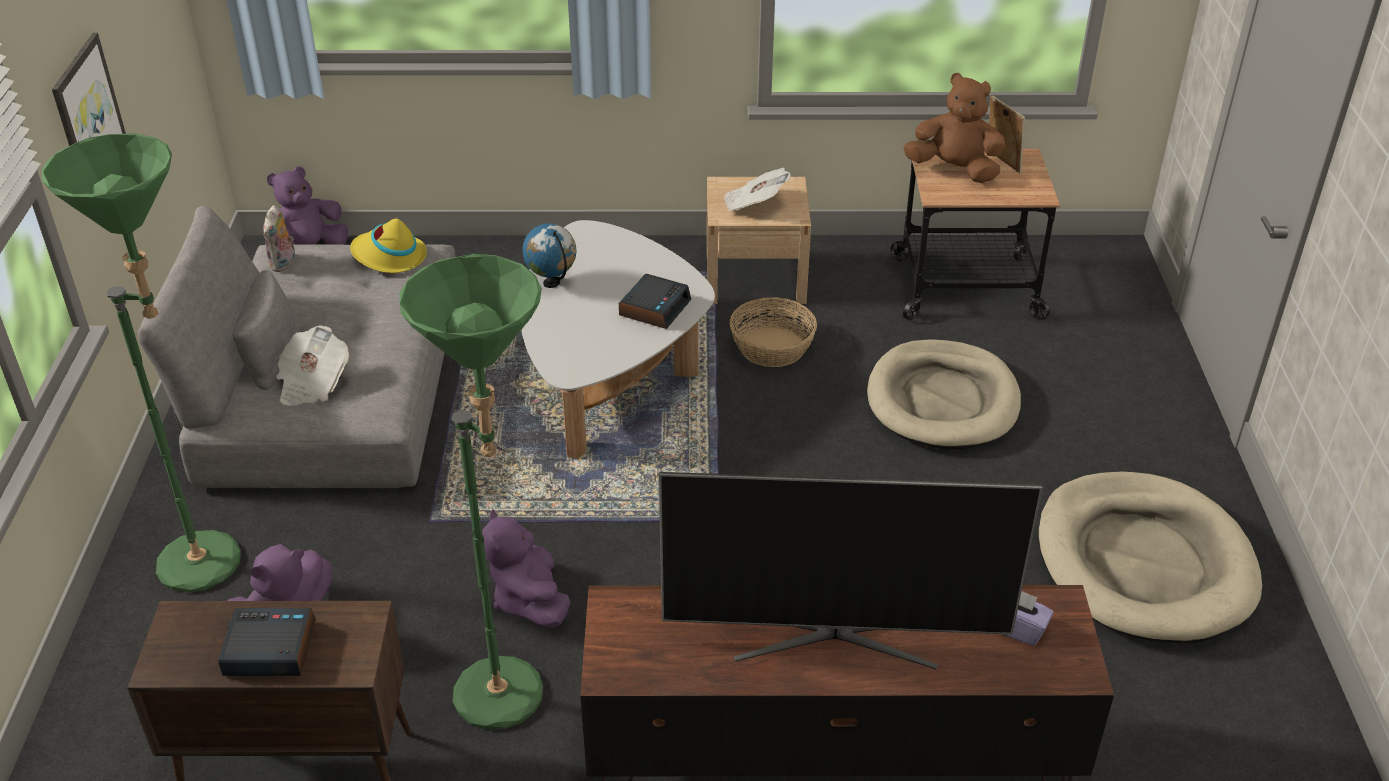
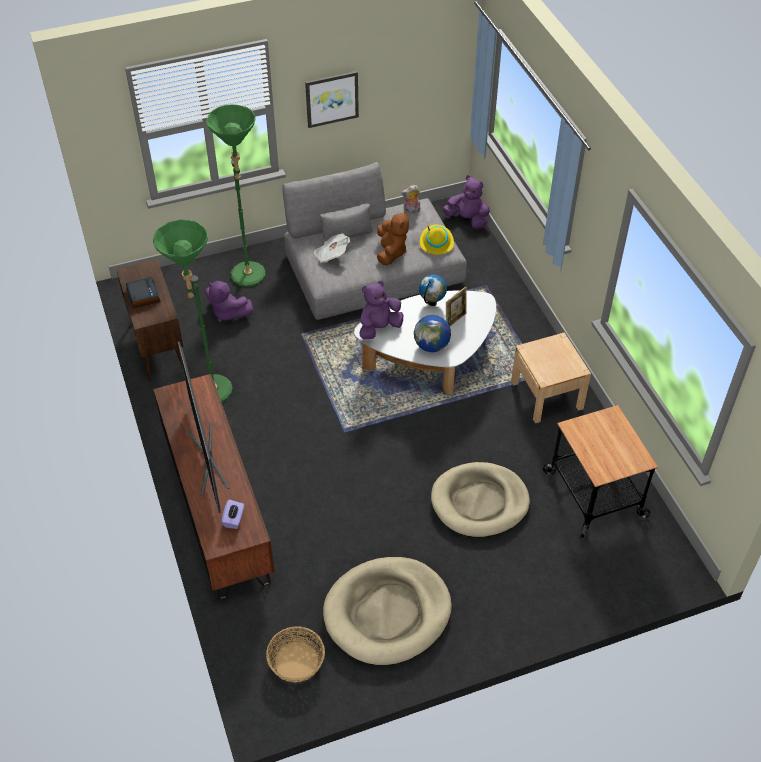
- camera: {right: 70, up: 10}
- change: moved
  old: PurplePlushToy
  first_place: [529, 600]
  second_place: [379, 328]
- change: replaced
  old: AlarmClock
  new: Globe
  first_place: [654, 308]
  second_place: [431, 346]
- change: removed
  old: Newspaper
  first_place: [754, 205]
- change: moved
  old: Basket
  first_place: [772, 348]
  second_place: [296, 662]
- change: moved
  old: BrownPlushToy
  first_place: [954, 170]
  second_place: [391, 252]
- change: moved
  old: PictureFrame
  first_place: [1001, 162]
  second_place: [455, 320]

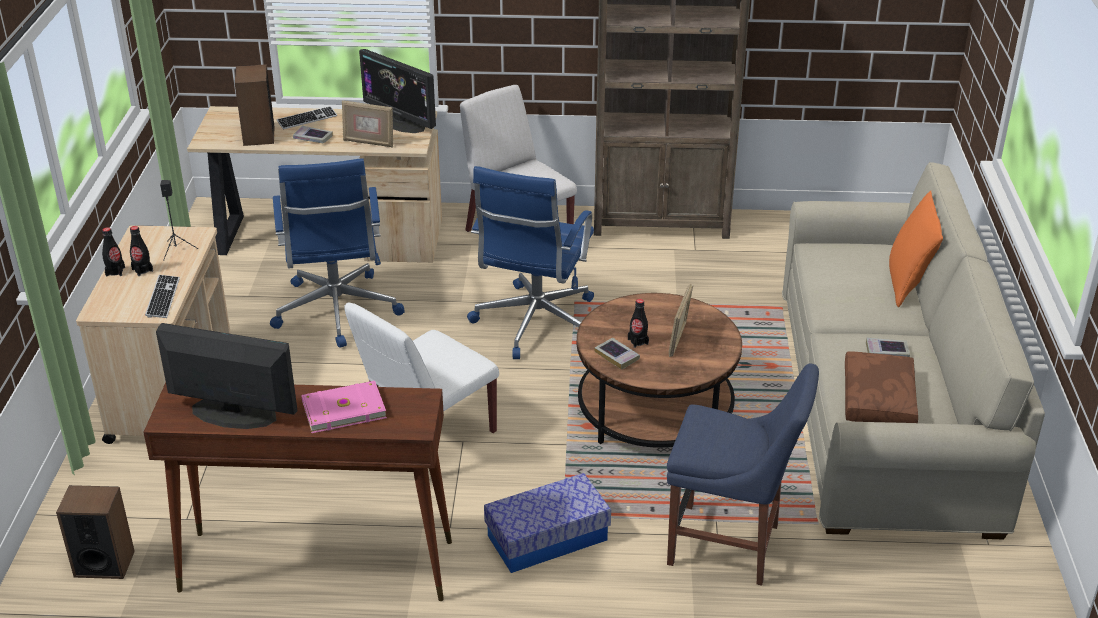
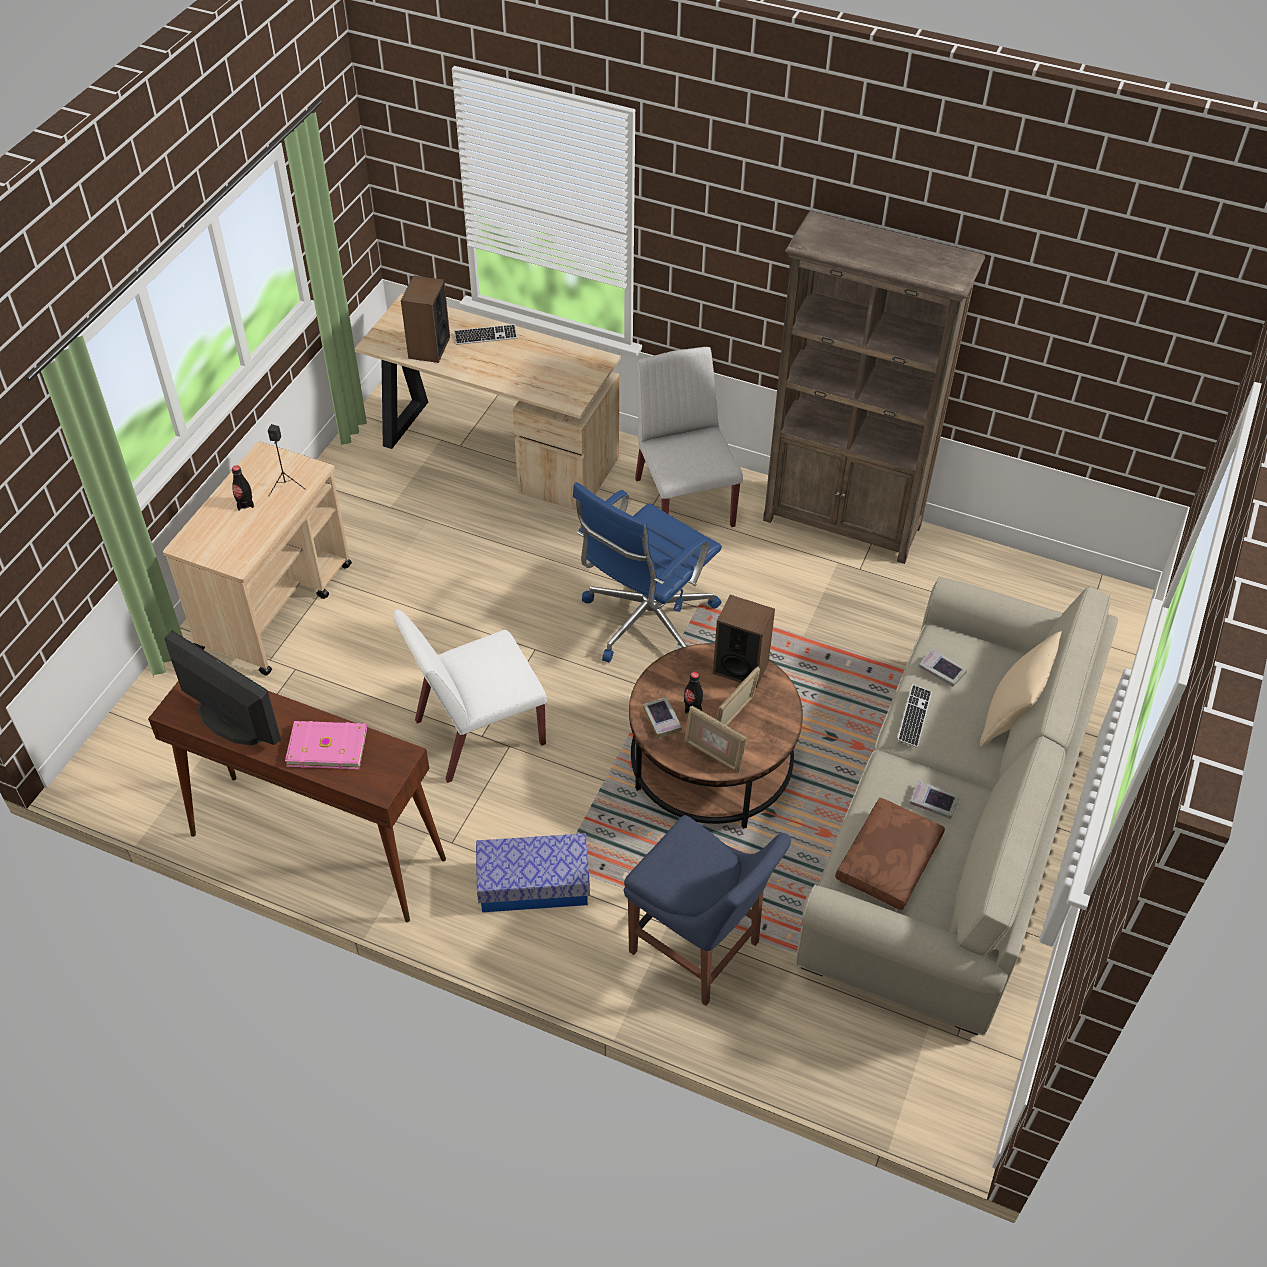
- camera: {right: 20, up: 15}
- change: moved
  old: Speaker
  first_place: [104, 563]
  second_place: [740, 667]
- change: removed
  old: BlackBottle
  first_place: [115, 271]
- change: moved
  old: Keyboard
  first_place: [163, 298]
  second_place: [914, 717]
- change: removed
  old: BlueOfficeChair
  first_place: [336, 312]
- change: moved
  old: Book
  first_place: [313, 138]
  second_place: [941, 670]
- change: moved
  old: PictureFrame
  first_place: [369, 142]
  second_place: [713, 755]
- change: removed
  old: Monitor
  first_place: [400, 122]
- change: recoloured
  old: OrangePillow
  new: BeigePillow
  first_place: [908, 284]
  second_place: [1011, 718]

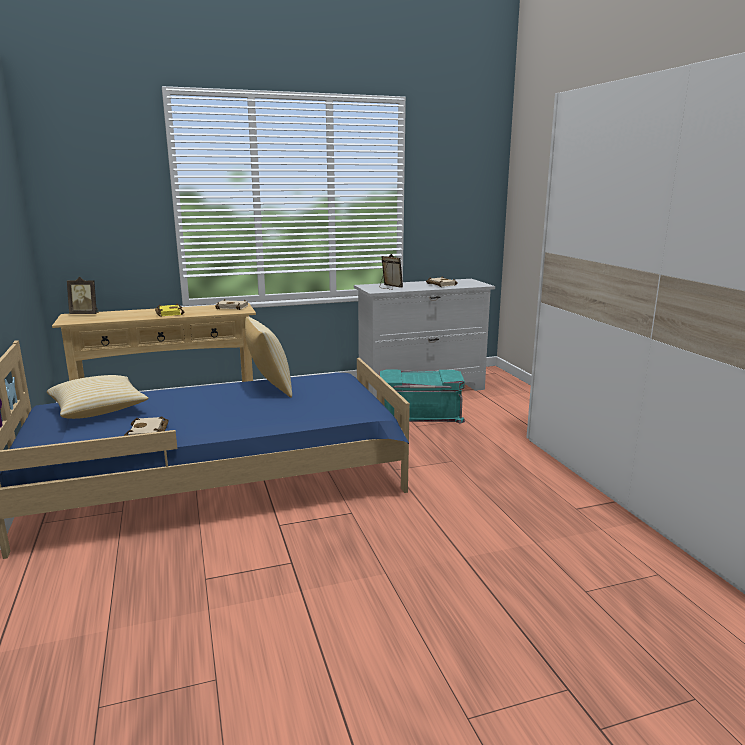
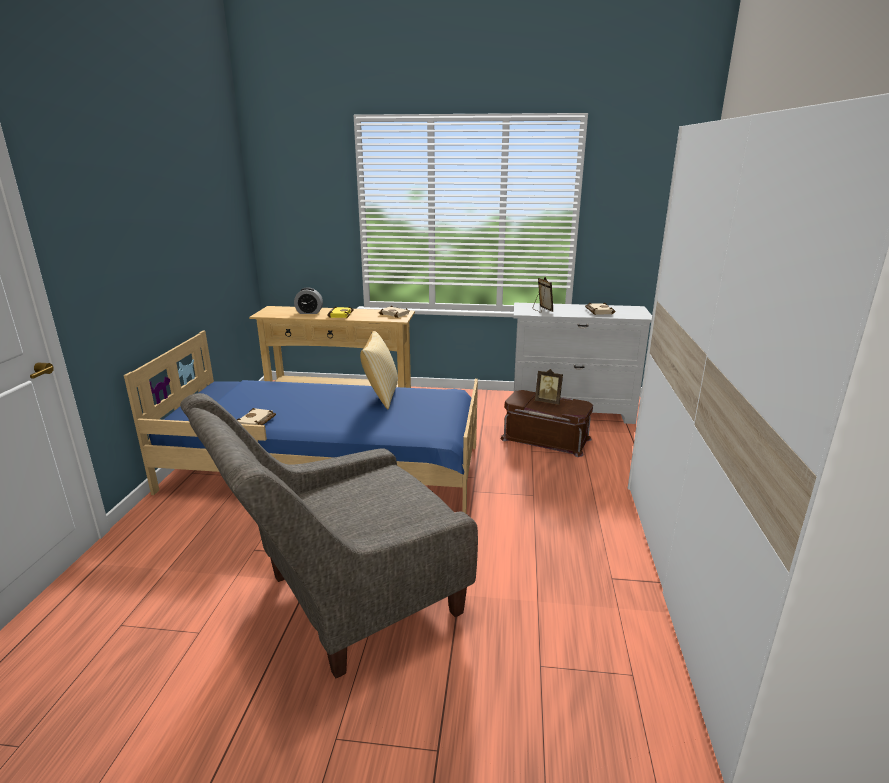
- camera: {right: 25, up: 5}
- change: removed
  old: Pillow
  first_place: [99, 410]
- change: moved
  old: PictureFrame
  first_place: [85, 314]
  second_place: [548, 402]
- change: recoloured
  old: TurquoiseStorageBox
  new: BrownStorageBox
  first_place: [420, 413]
  second_place: [546, 438]
- change: added
  new: GreyArmchair
  second_place: [343, 603]
- change: added
  new: AlarmClock
  second_place: [309, 312]

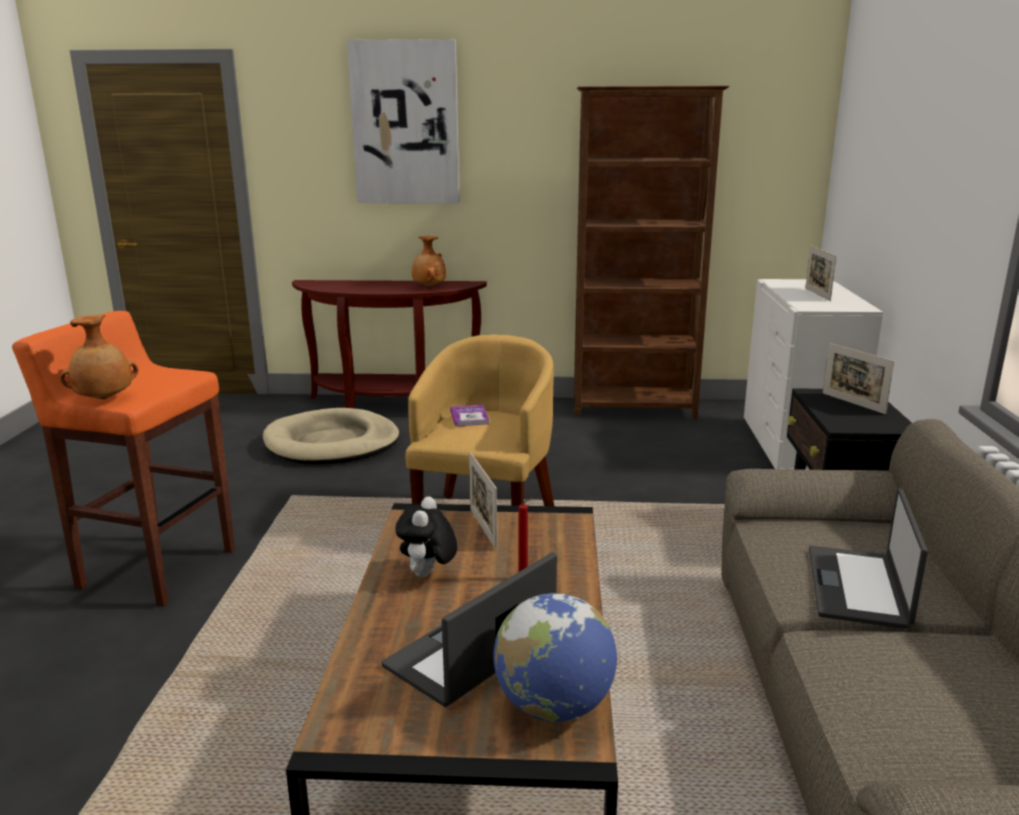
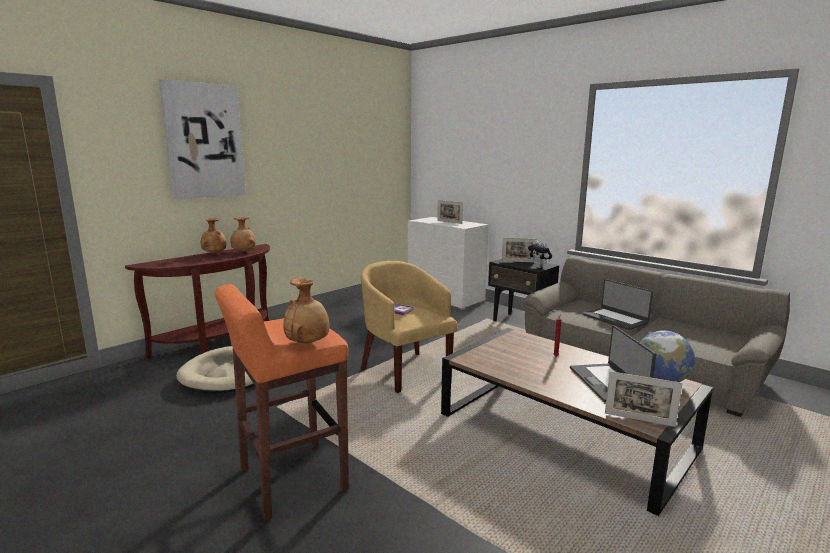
- camera: {right: -50, up: -5}
- change: moved
  old: PlushToy
  first_place: [428, 575]
  second_place: [539, 267]
- change: moved
  old: PictureFrame
  first_place: [483, 528]
  second_place: [639, 419]
- change: removed
  old: BrownBookcase
  first_place: [635, 409]
- change: added
  new: BrownVase
  second_place: [214, 253]

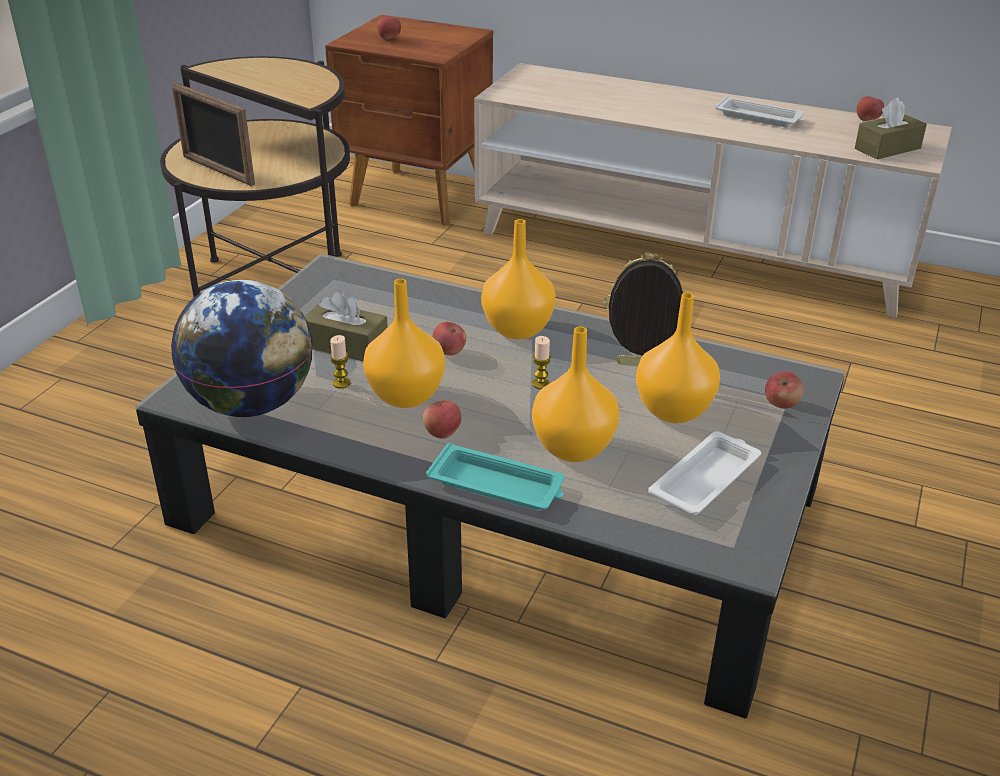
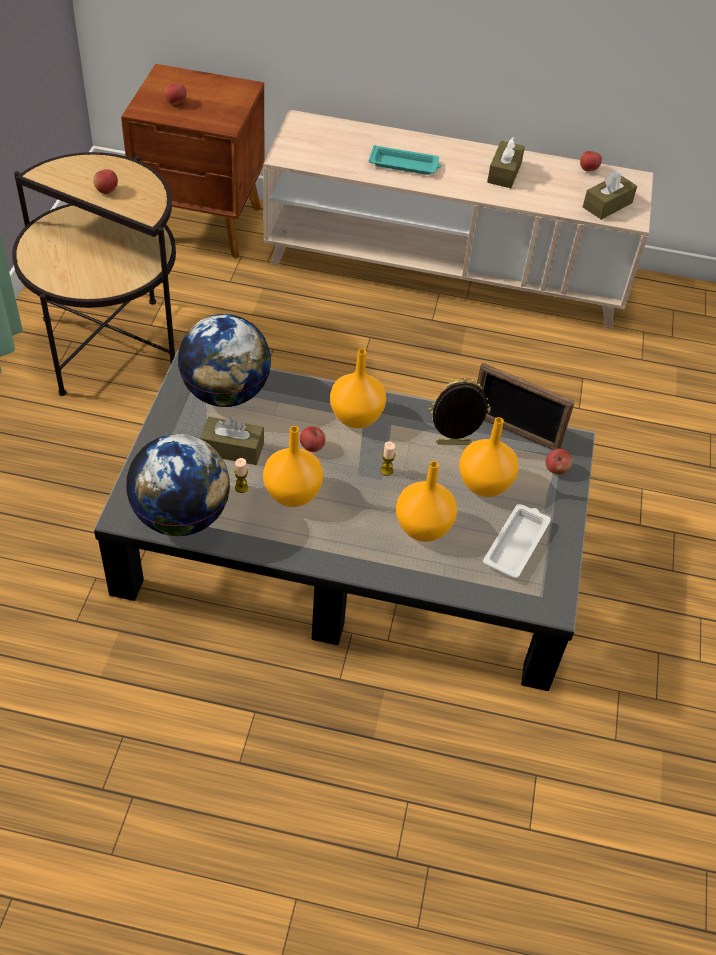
- camera: {right: -15, up: 15}
- change: moved
  old: PictureFrame
  first_place: [218, 170]
  second_place: [514, 432]
- change: moved
  old: Apple
  first_place: [442, 433]
  second_place: [106, 190]
- change: moved
  old: TurquoiseTray
  first_place: [498, 485]
  second_place: [405, 165]
- change: replaced
  old: WhiteTray
  new: BrownTissueBox
  first_place: [760, 117]
  second_place: [504, 173]
- change: added
  new: Globe
  second_place: [225, 393]

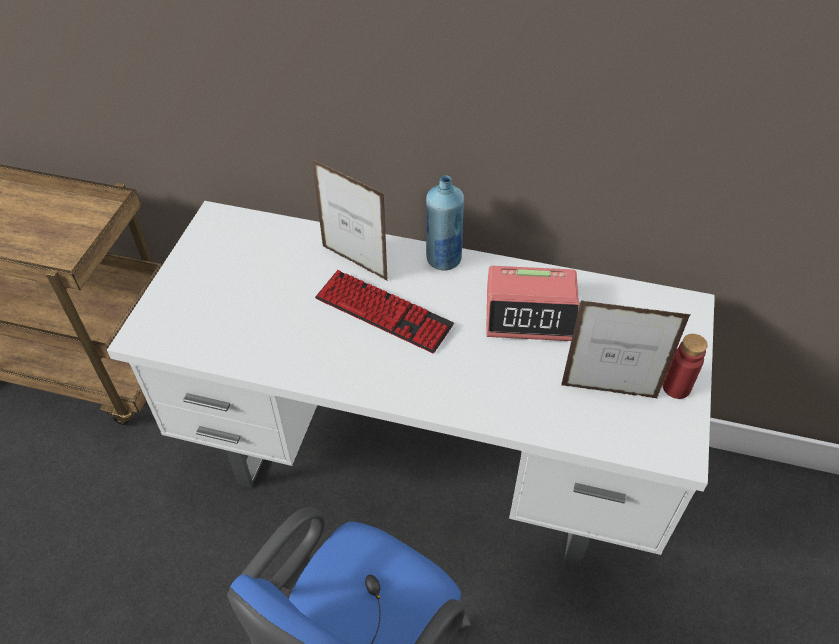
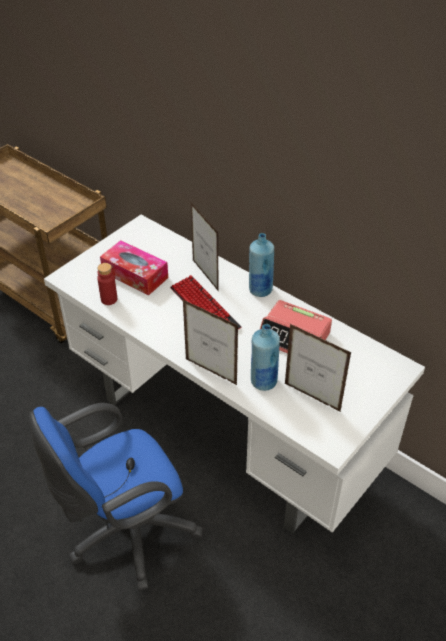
- camera: {right: 25, up: -5}
- change: moved
  old: RedBottle
  first_place: [676, 387]
  second_place: [109, 299]
- change: added
  new: TissueBox
  second_place: [135, 275]
- change: added
  new: PictureFrame
  second_place: [211, 372]
- change: added
  new: BlueBottle
  second_place: [263, 382]

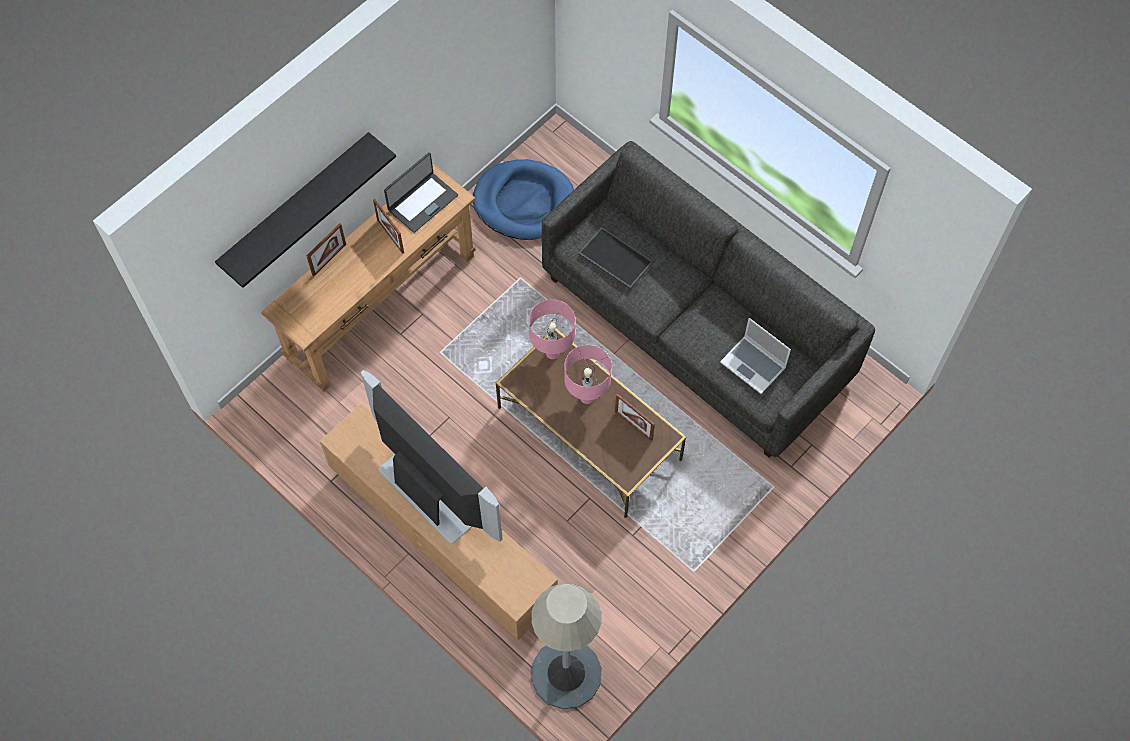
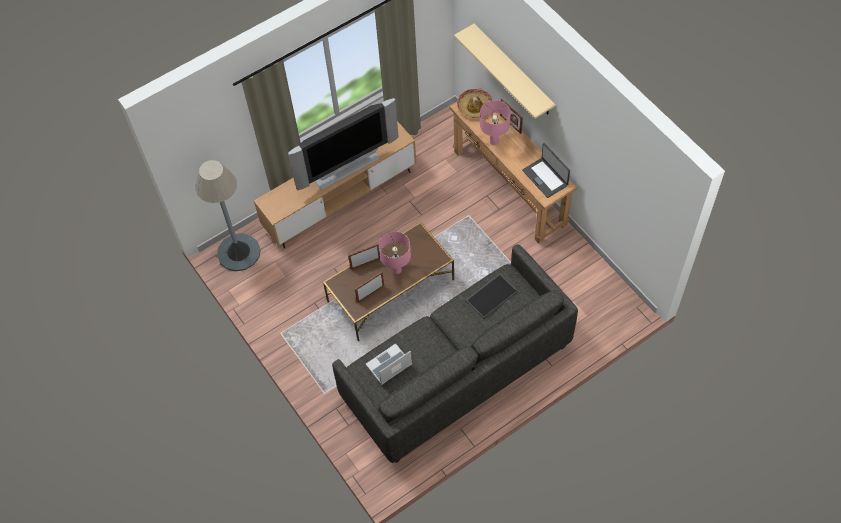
- camera: {right: 105, up: -5}
- change: recoloured
  old: BlackShelf
  new: BeigeShelf
  first_place: [296, 205]
  second_place: [513, 70]
- change: moved
  old: PictureFrame
  first_place: [390, 236]
  second_place: [365, 263]
- change: removed
  old: BlueDogBed
  first_place: [524, 202]
- change: moved
  old: PinkTableLamp
  first_place: [552, 353]
  second_place: [494, 141]
- change: added
  new: Hat
  second_place: [475, 106]

